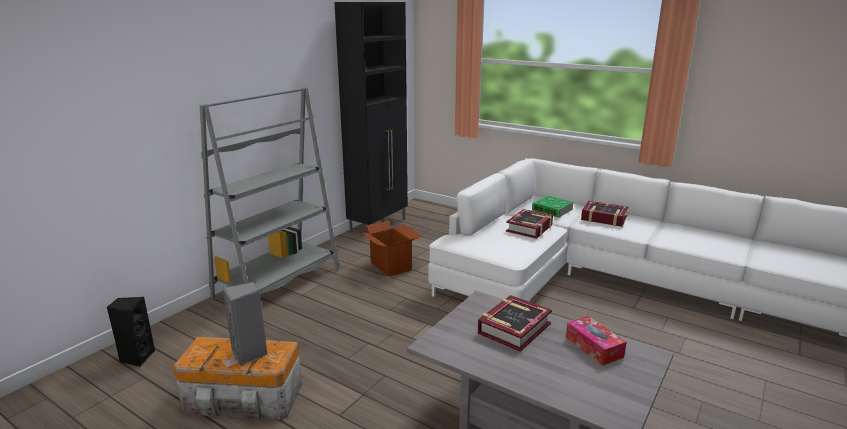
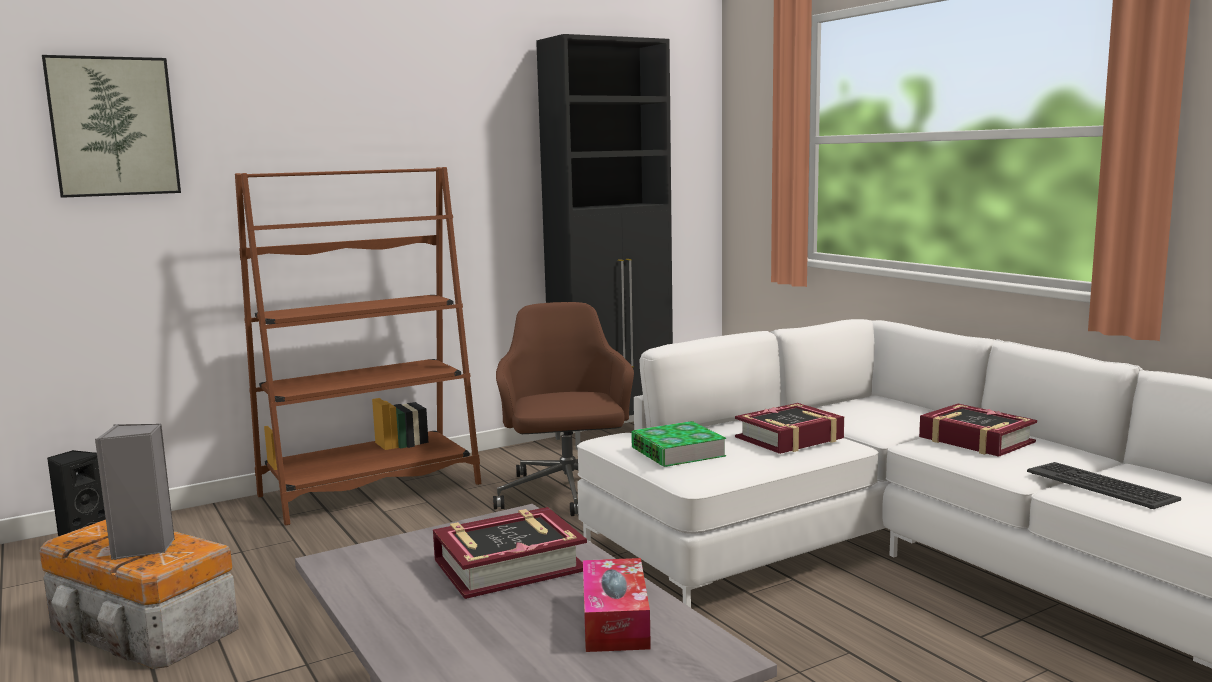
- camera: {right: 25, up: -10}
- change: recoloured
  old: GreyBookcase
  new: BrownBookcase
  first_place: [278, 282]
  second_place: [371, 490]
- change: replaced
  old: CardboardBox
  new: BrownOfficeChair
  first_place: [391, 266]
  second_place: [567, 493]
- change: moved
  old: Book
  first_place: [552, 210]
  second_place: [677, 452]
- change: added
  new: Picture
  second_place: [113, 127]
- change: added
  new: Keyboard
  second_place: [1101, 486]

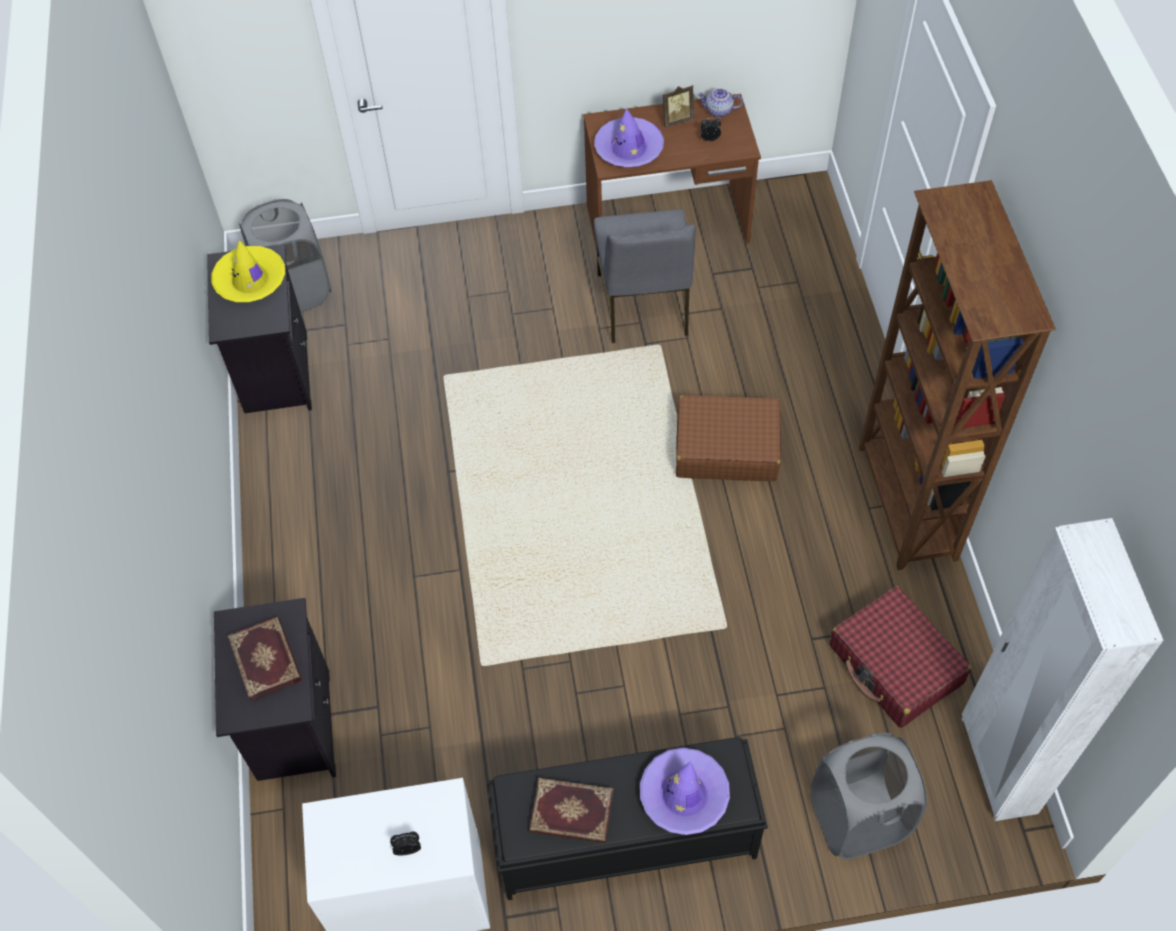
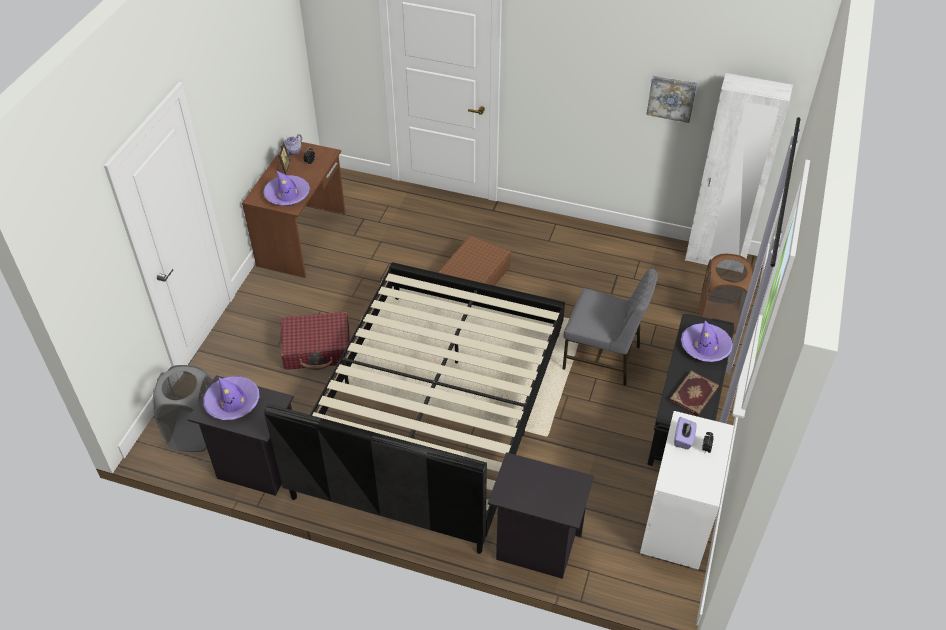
- camera: {right: -65, up: -10}
- change: recoloured
  old: YellowHat
  new: PurpleHat
  first_place: [250, 280]
  second_place: [232, 402]
- change: removed
  old: Book
  first_place: [267, 659]
- change: moved
  old: GreyChair
  first_place: [644, 305]
  second_place: [603, 357]
- change: recoloured
  old: GreyLaundryBasket
  new: BrownLaundryBasket
  first_place: [857, 819]
  second_place: [719, 319]
- change: moved
  old: RedSuitcase
  first_place: [895, 665]
  second_place: [317, 348]
- change: removed
  old: BrownBookcase
  first_place: [905, 504]
- change: added
  new: BlackBed
  second_place: [432, 411]
- change: added
  new: Picture
  second_place: [671, 97]
- change: added
  new: PurpleTissueBox
  second_place: [683, 439]

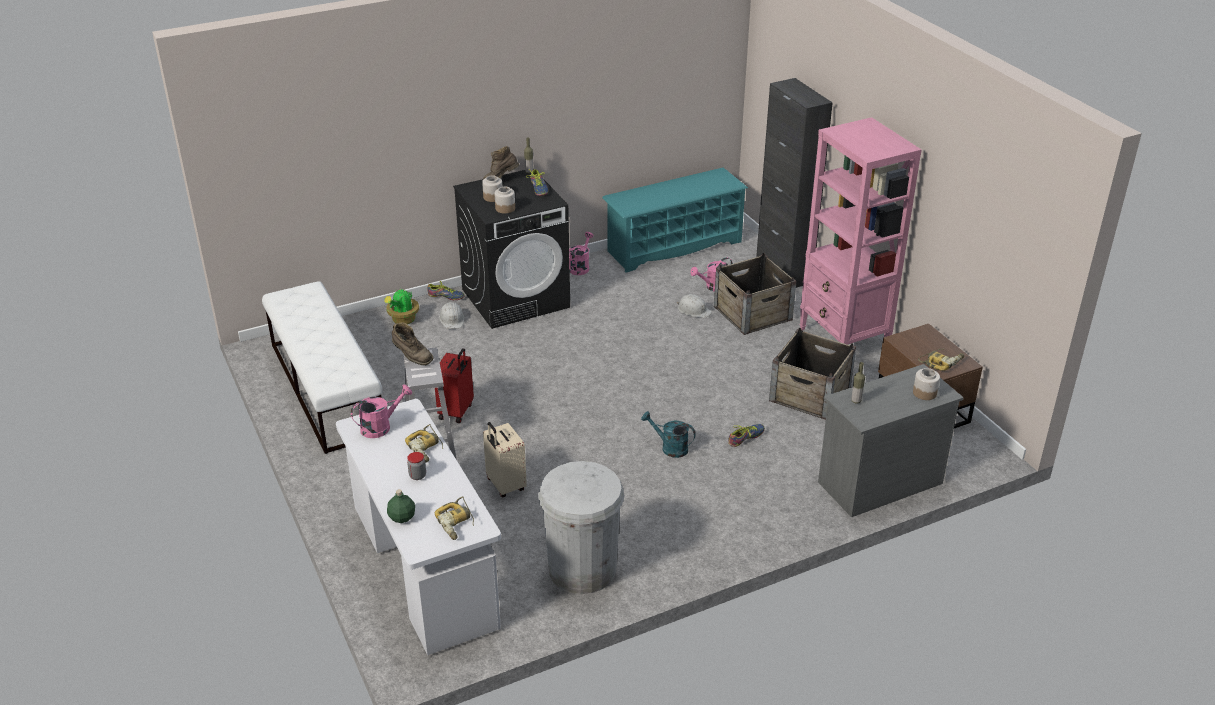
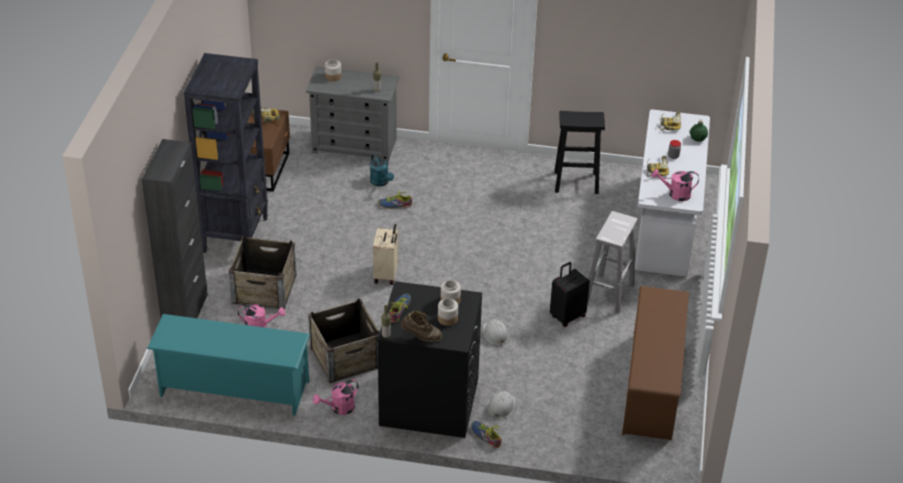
- camera: {right: -145, up: 5}
- change: replaced
  old: WhiteBench
  new: BrownShoeRack
  first_place: [326, 388]
  second_place: [652, 387]
- change: removed
  old: PottedPlant
  first_place: [403, 320]
- change: removed
  old: BrownBoot
  first_place: [412, 357]
- change: recoloured
  old: RedSuitcase
  new: BlackSuitcase
  first_place: [457, 411]
  second_place: [567, 316]
- change: moved
  old: BeigeSuitcase
  first_place: [505, 485]
  second_place: [386, 275]
- change: replaced
  old: WhiteTrashCan
  new: BlackStool
  first_place: [582, 569]
  second_place: [575, 182]
- change: moved
  old: TurquoiseWateringCan
  first_place: [670, 448]
  second_place: [381, 182]
- change: moved
  old: WhiteHardHat
  first_place: [693, 310]
  second_place: [495, 334]
- change: moved
  old: Crate
  first_place: [810, 394]
  second_place: [346, 356]
- change: recoloured
  old: PinkBookcase
  new: BlackBookcase
  first_place: [843, 340]
  second_place: [236, 235]

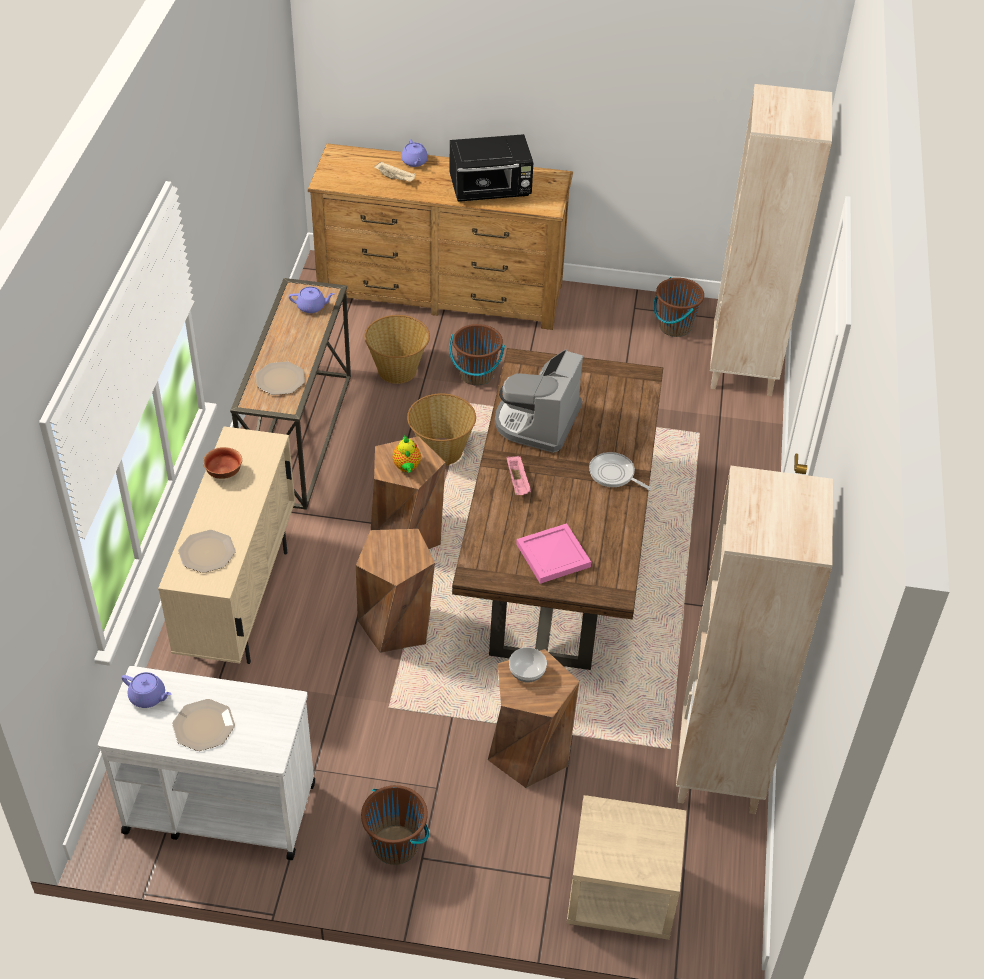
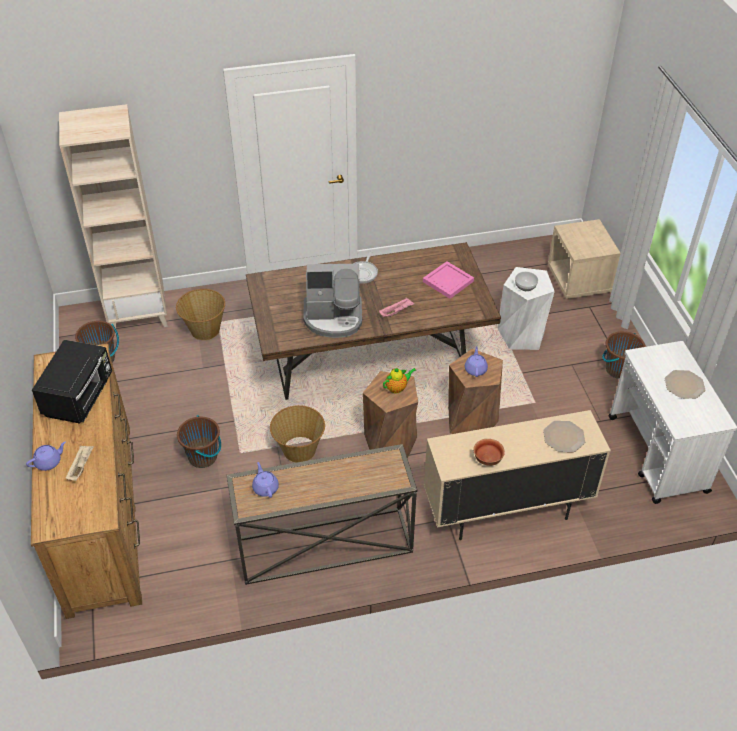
- camera: {right: -110, up: 0}
- change: moved
  old: PurpleTeapot
  first_place: [148, 697]
  second_place: [475, 369]
- change: removed
  old: Plate
  first_place: [280, 380]
- change: moved
  old: Basket
  first_place: [398, 370]
  second_place: [204, 330]
- change: turned
  old: BlackMicrowave
  first_place: [491, 190]
  second_place: [80, 396]
  degrees: 45
- change: recoloured
  old: BrownStool
  new: WhiteStool
  first_place: [528, 752]
  second_place: [521, 334]
- change: removed
  old: BeigeBookcase
  first_place: [720, 769]

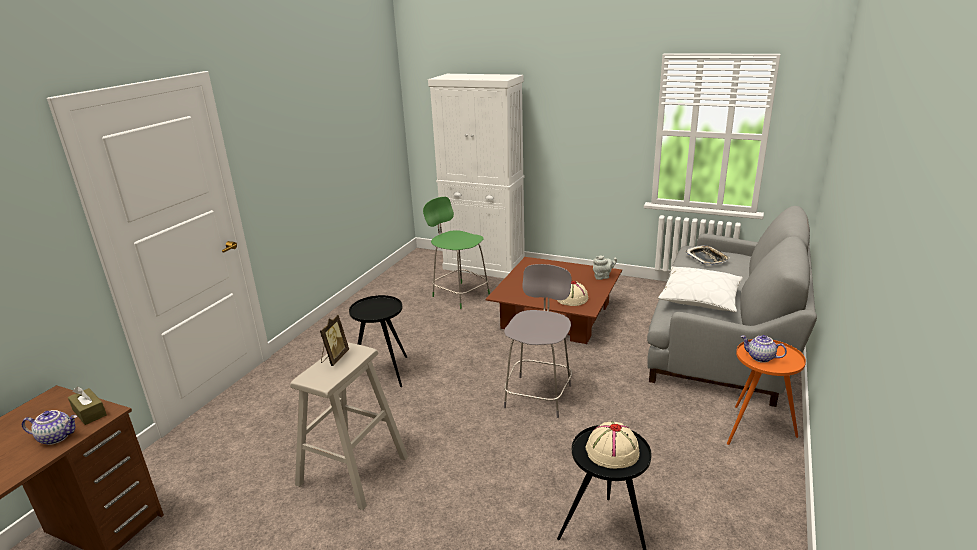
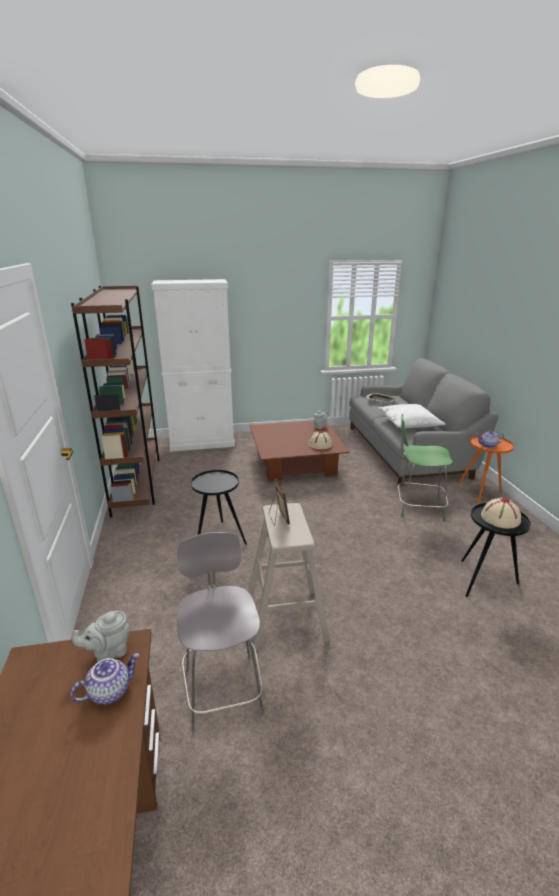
- camera: {right: -35, up: 0}
- change: replaced
  old: BrownTissueBox
  new: GreyTeapot
  first_place: [89, 412]
  second_place: [109, 652]
- change: moved
  old: GreenStool
  first_place: [459, 294]
  second_place: [417, 507]
- change: moved
  old: GreyStool
  first_place: [539, 394]
  second_place: [223, 688]
- change: added
  new: BrownBookcase
  second_place: [137, 482]

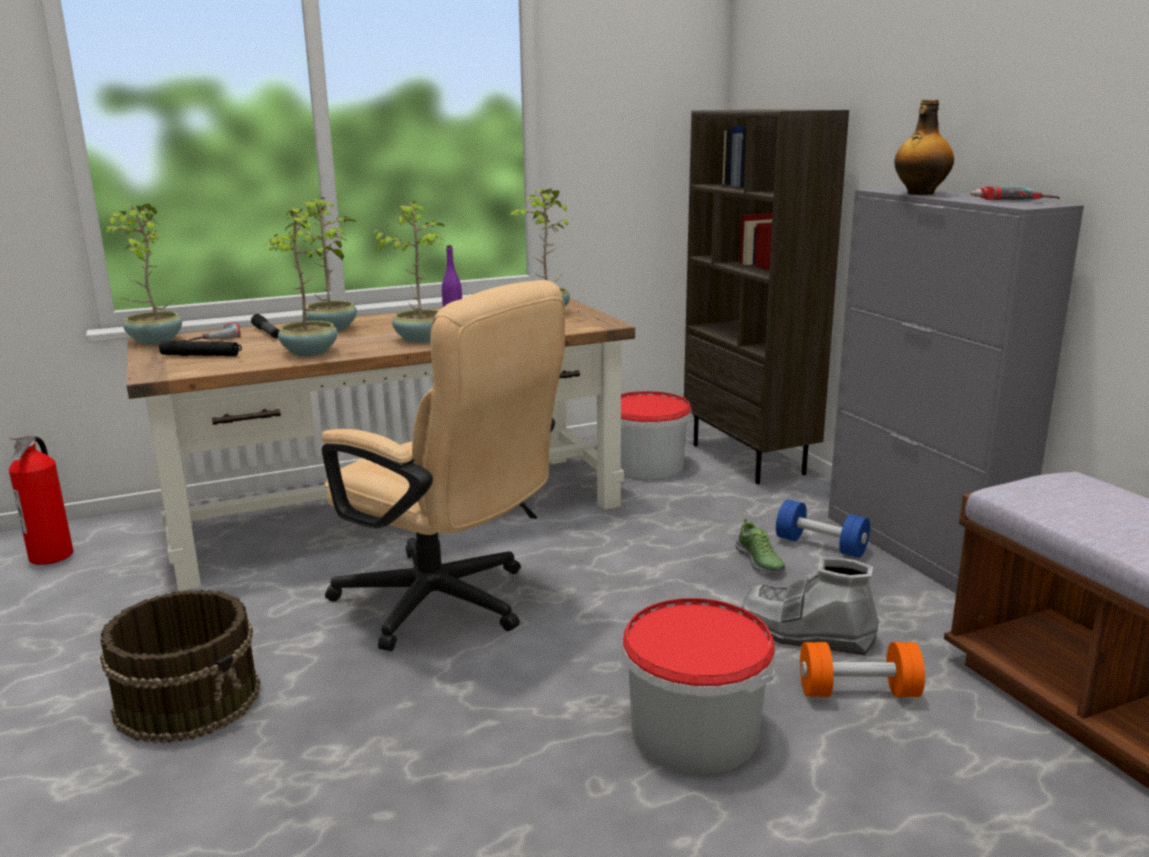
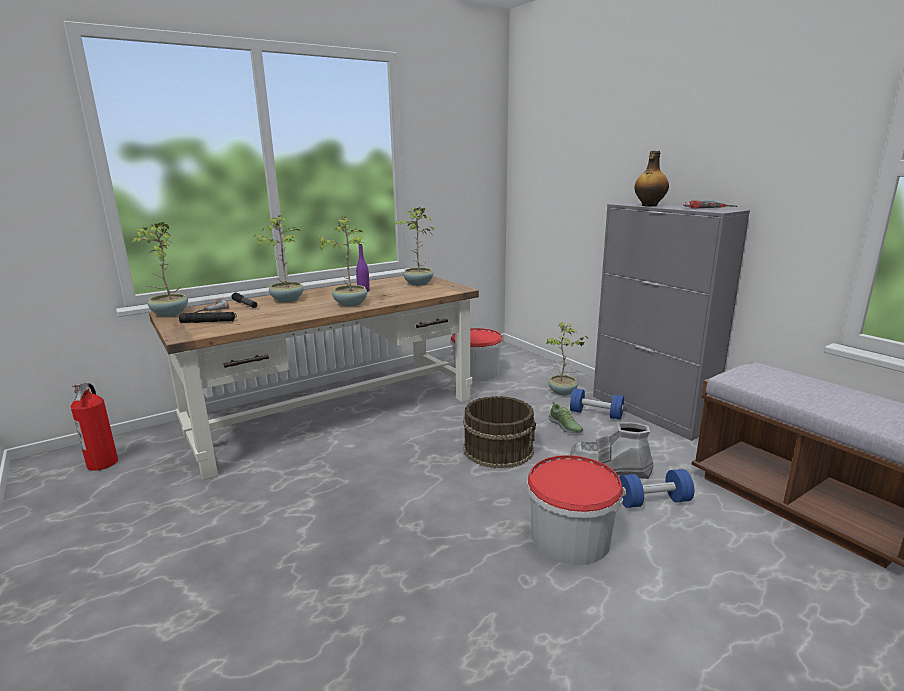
- camera: {right: -10, up: 0}
- change: moved
  old: BrownBucket
  first_place: [189, 698]
  second_place: [498, 449]
- change: moved
  old: PottedPlant
  first_place: [310, 353]
  second_place: [563, 392]
- change: removed
  old: BeigeOfficeChair
  first_place: [448, 606]
- change: removed
  old: BrownBookcase
  first_place: [749, 459]
- change: recoloured
  old: OrangeDumbbell
  new: BlueDumbbell
  first_place: [858, 692]
  second_place: [653, 501]

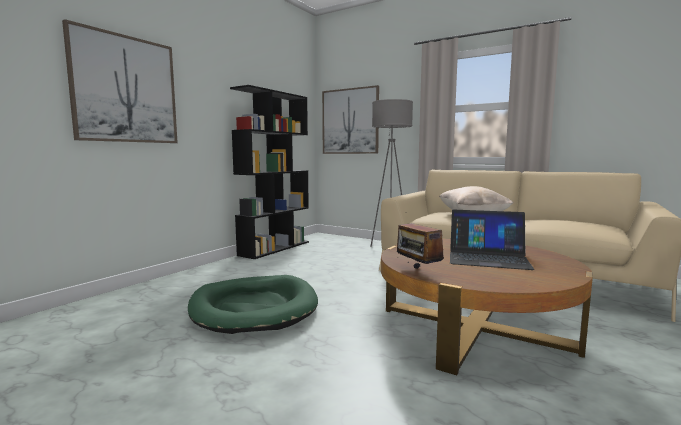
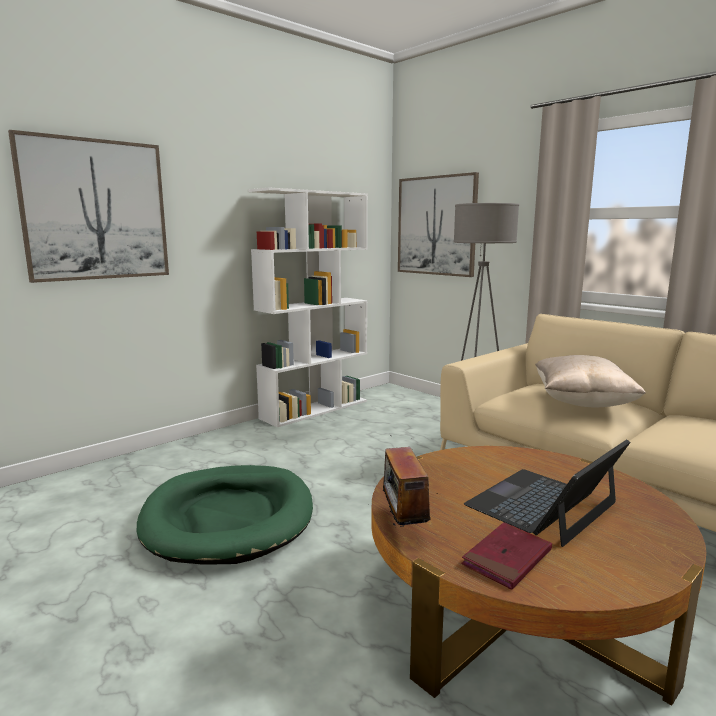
- camera: {right: 15, up: 5}
- change: recoloured
  old: BlackBookcase
  new: WhiteBookcase
  first_place: [275, 248]
  second_place: [315, 409]
- change: turned
  old: Laptop
  first_place: [487, 258]
  second_place: [543, 505]
  degrees: 105
- change: added
  new: RedBook
  second_place: [507, 558]

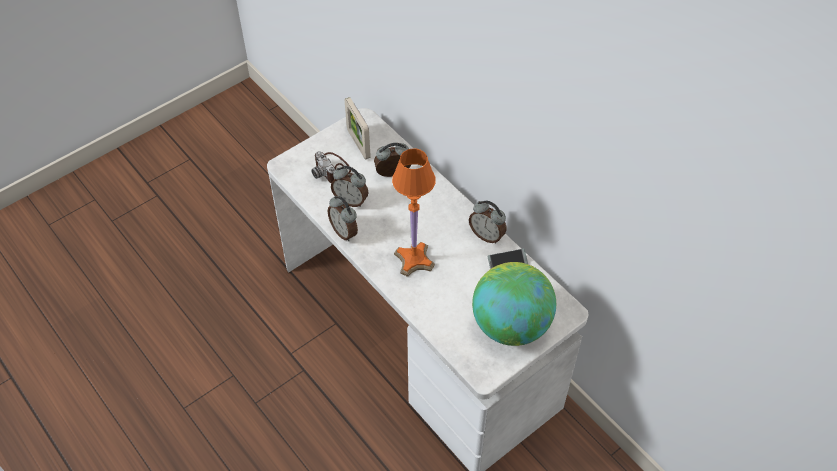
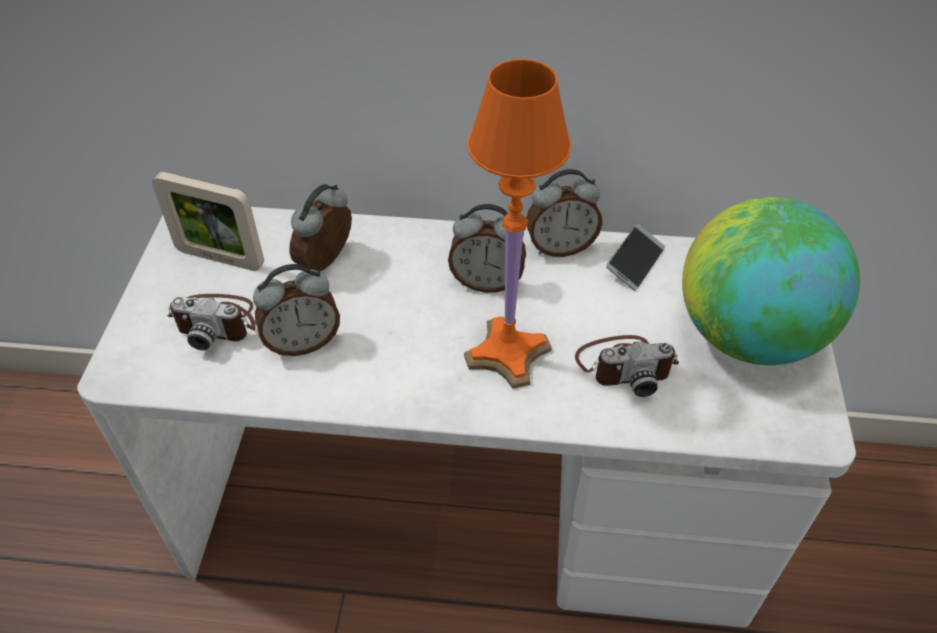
- camera: {right: -45, up: -5}
- change: moved
  old: AlarmClock
  first_place: [344, 231]
  second_place: [486, 282]
- change: added
  new: PhotoCamera
  second_place: [625, 365]

